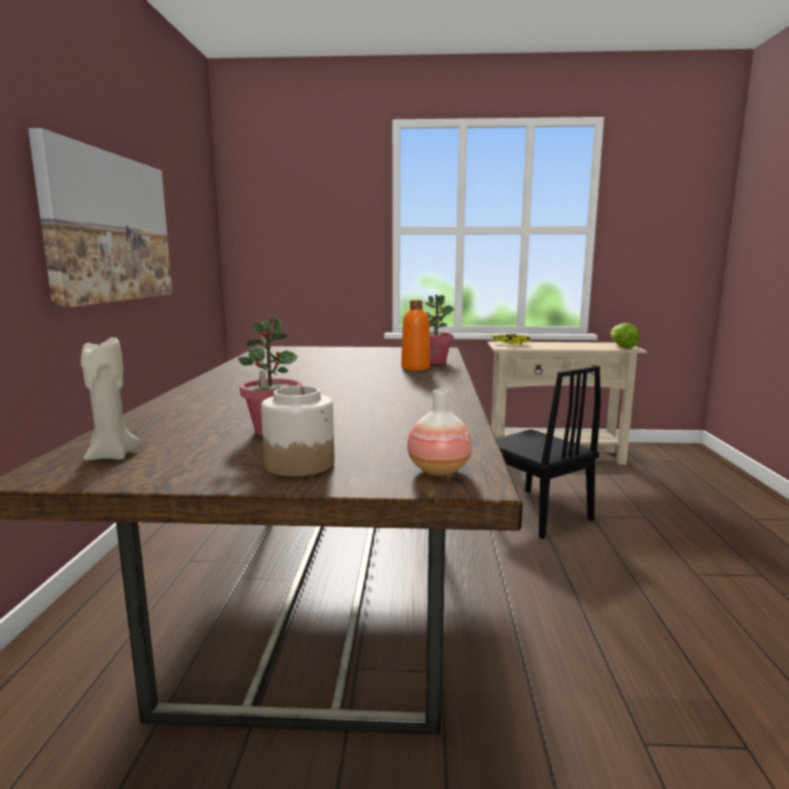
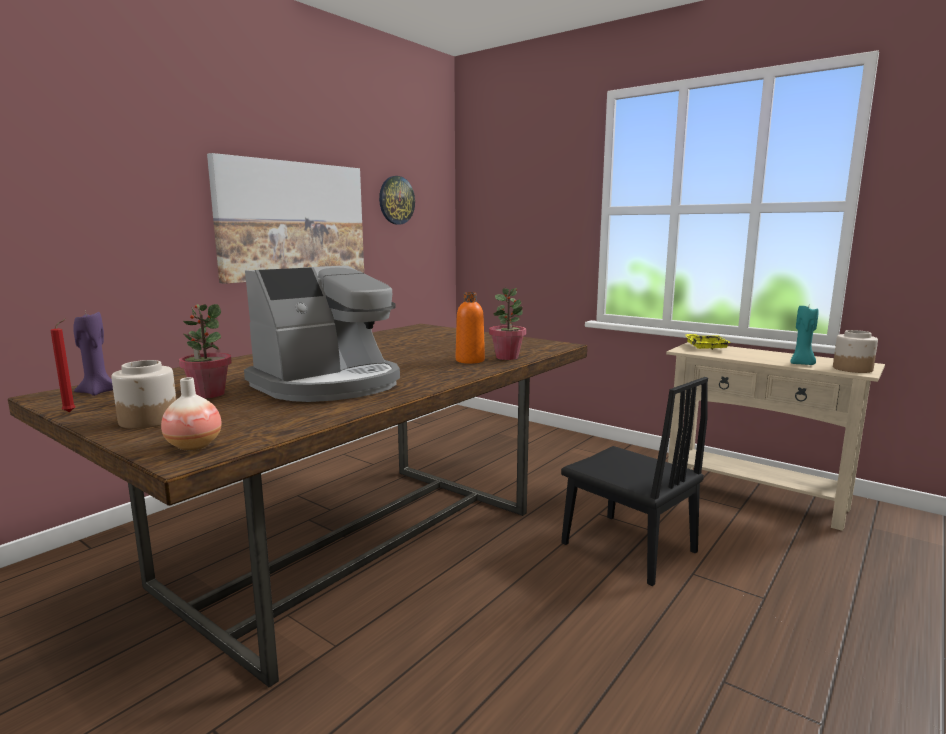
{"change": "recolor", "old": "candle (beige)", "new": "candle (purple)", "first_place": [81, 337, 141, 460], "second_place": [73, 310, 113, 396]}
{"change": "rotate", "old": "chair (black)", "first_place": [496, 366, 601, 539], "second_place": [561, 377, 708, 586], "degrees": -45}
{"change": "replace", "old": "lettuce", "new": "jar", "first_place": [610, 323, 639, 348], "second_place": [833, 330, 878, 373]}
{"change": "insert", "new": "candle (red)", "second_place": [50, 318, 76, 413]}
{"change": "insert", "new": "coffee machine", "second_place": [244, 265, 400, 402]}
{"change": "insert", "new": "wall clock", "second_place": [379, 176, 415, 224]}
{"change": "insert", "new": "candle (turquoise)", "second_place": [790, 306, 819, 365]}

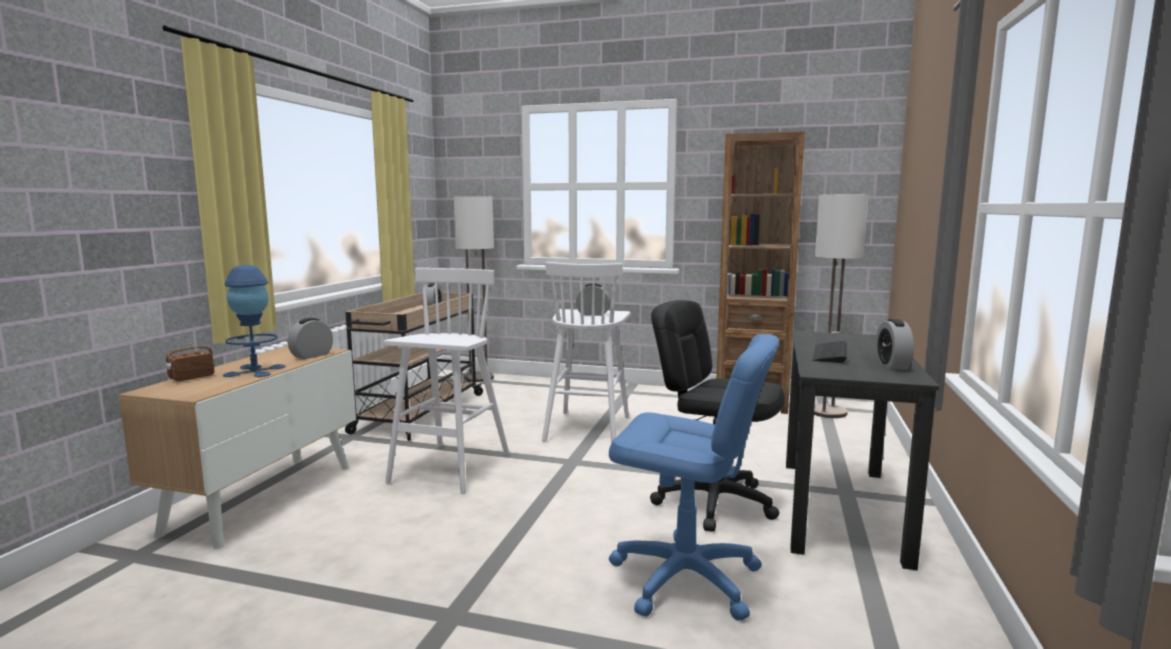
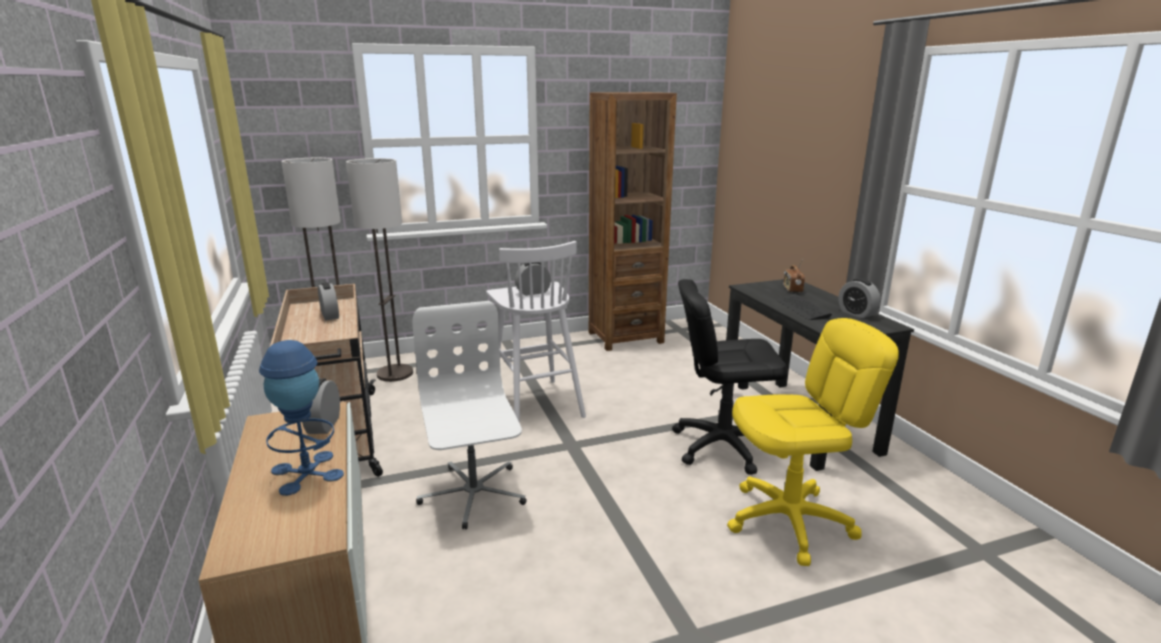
{"change": "move", "old": "radio", "first_place": [165, 337, 215, 382], "second_place": [783, 259, 805, 293]}
{"change": "replace", "old": "stool (white)", "new": "office chair (white)", "first_place": [384, 268, 509, 494], "second_place": [412, 301, 527, 529]}
{"change": "recolor", "old": "office chair (blue)", "new": "office chair (yellow)", "first_place": [609, 334, 779, 620], "second_place": [727, 318, 899, 566]}
{"change": "move", "old": "floor lamp", "first_place": [814, 194, 869, 418], "second_place": [346, 158, 413, 382]}

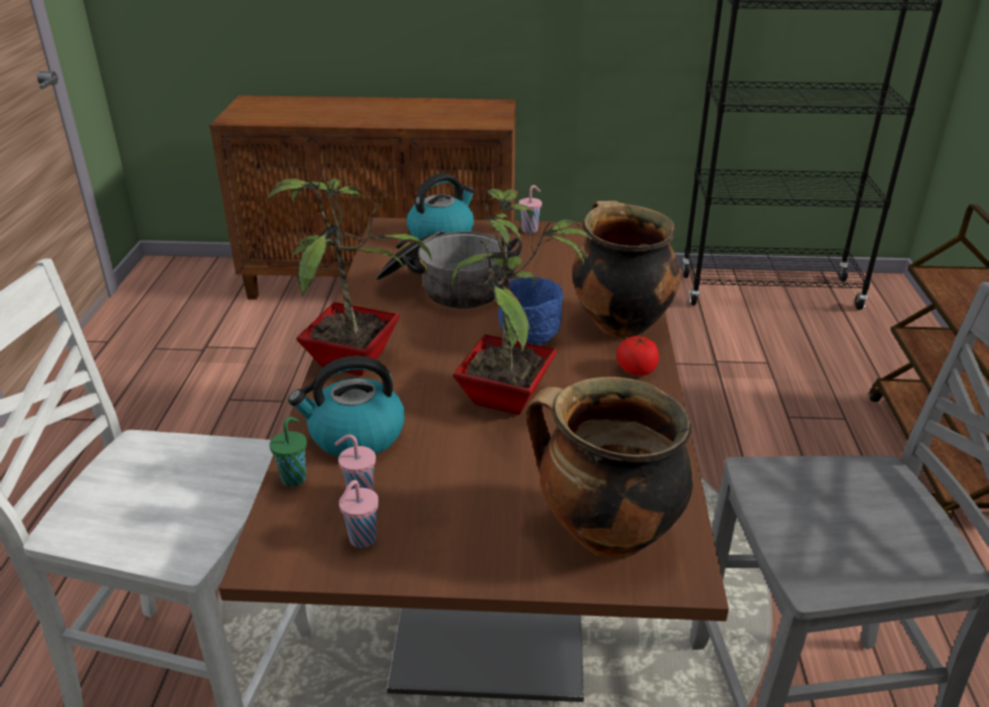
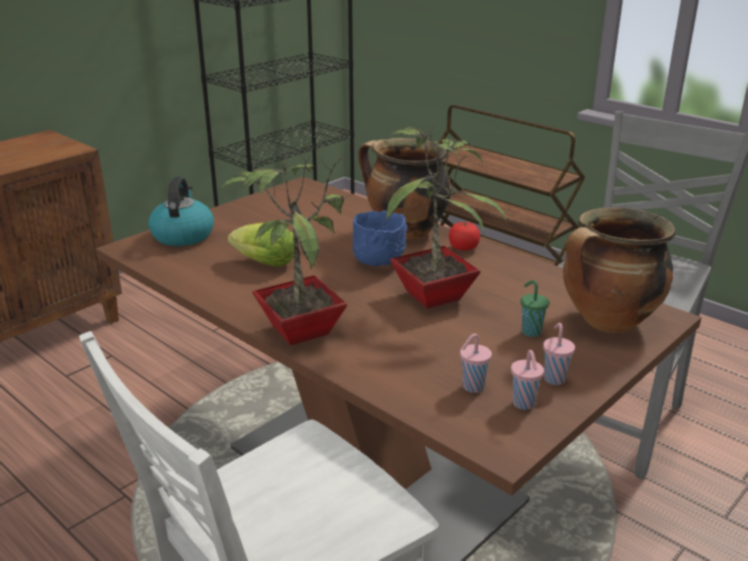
{"change": "move", "old": "cup (green)", "first_place": [269, 417, 307, 487], "second_place": [521, 280, 549, 337]}
{"change": "delete", "old": "kettle", "first_place": [288, 356, 405, 457]}
{"change": "replace", "old": "cooking pot", "new": "lettuce", "first_place": [375, 231, 522, 309], "second_place": [228, 223, 294, 267]}
{"change": "move", "old": "cup (pink)", "first_place": [519, 185, 542, 233], "second_place": [543, 323, 575, 385]}

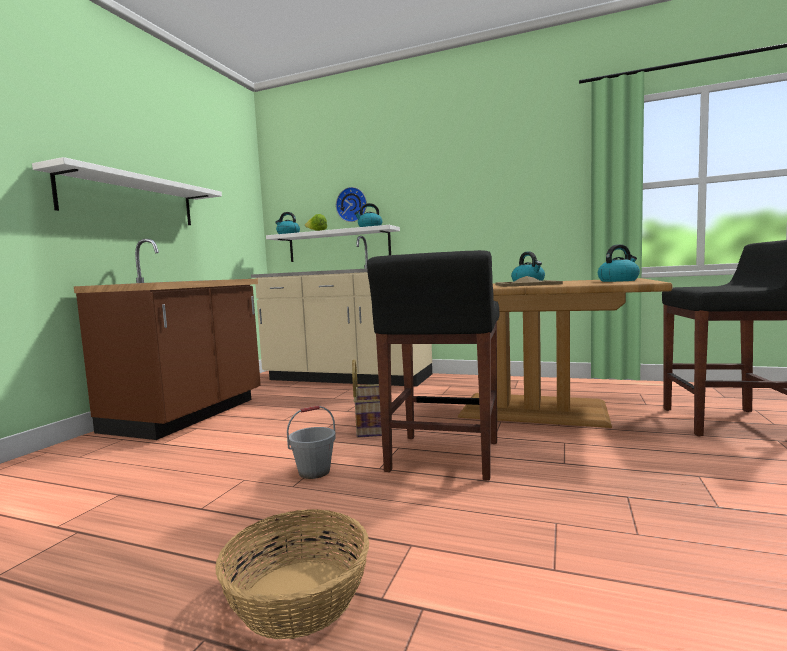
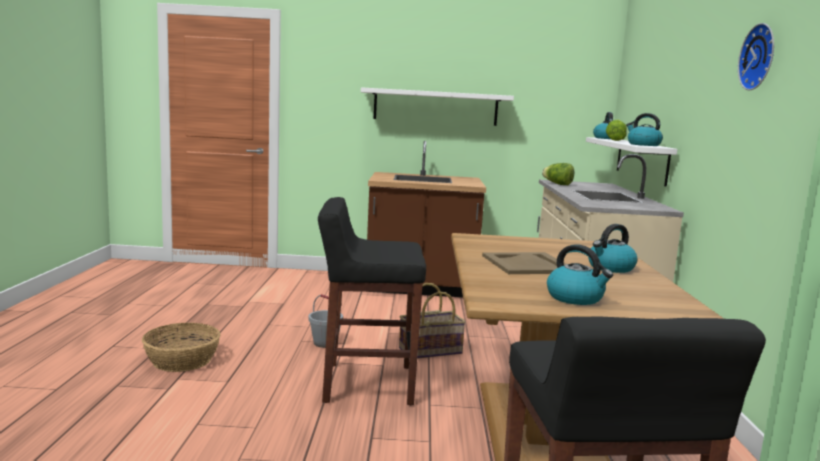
{"change": "move", "old": "wall clock", "first_place": [336, 187, 367, 222], "second_place": [738, 23, 774, 90]}
{"change": "insert", "new": "lettuce", "second_place": [542, 163, 574, 185]}

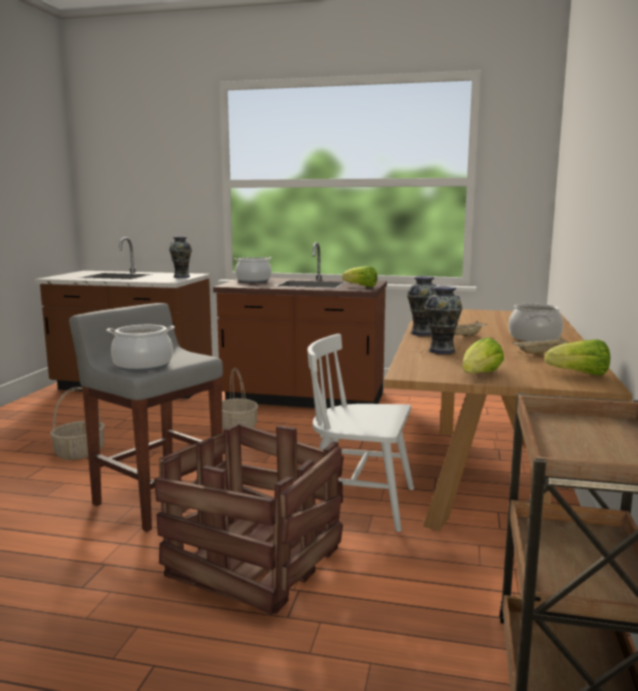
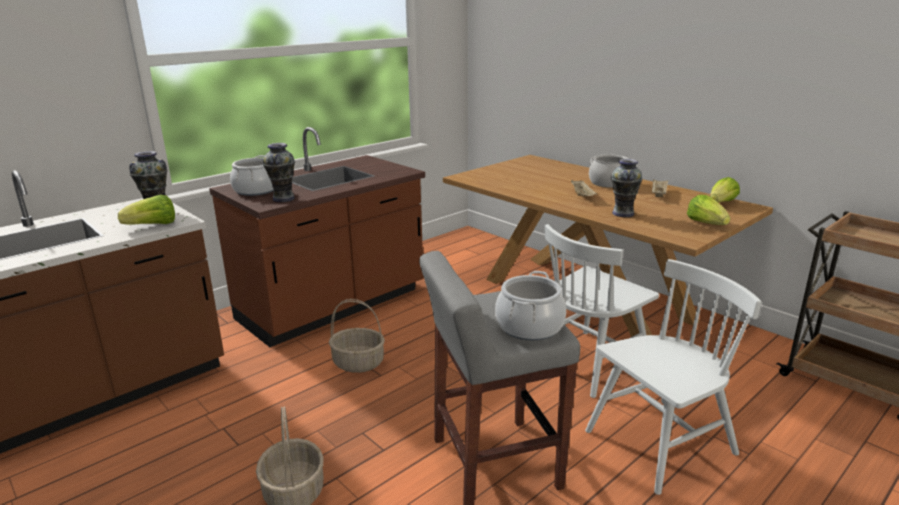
{"change": "replace", "old": "crate", "new": "chair (white)", "first_place": [154, 423, 344, 615], "second_place": [585, 259, 762, 495]}
{"change": "move", "old": "lettuce", "first_place": [342, 266, 377, 287], "second_place": [118, 195, 175, 224]}
{"change": "move", "old": "vase", "first_place": [407, 276, 436, 336], "second_place": [263, 143, 295, 202]}

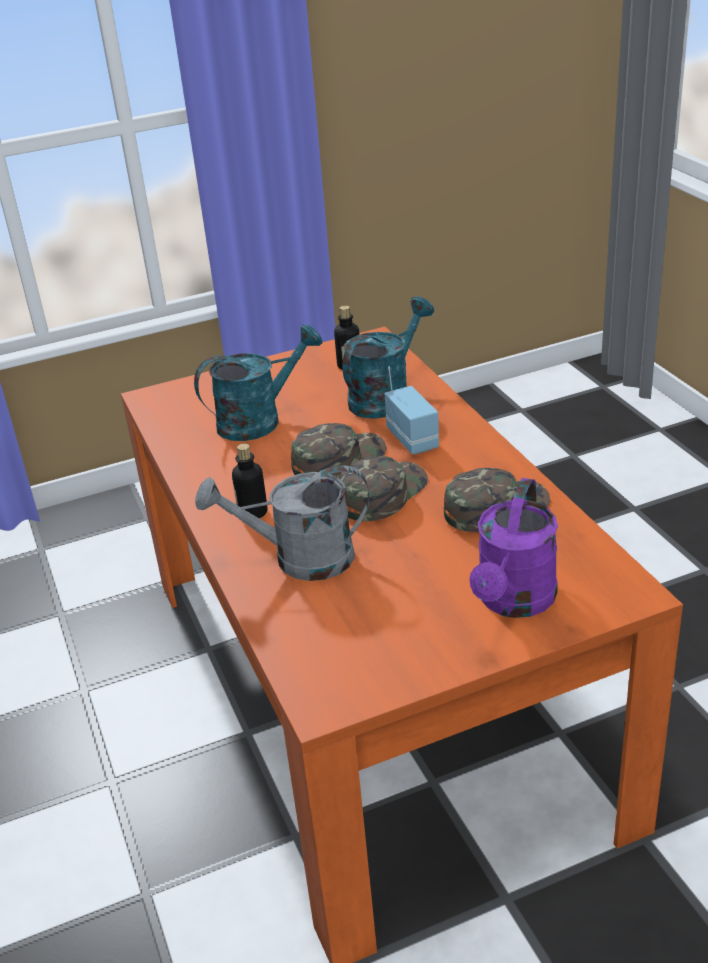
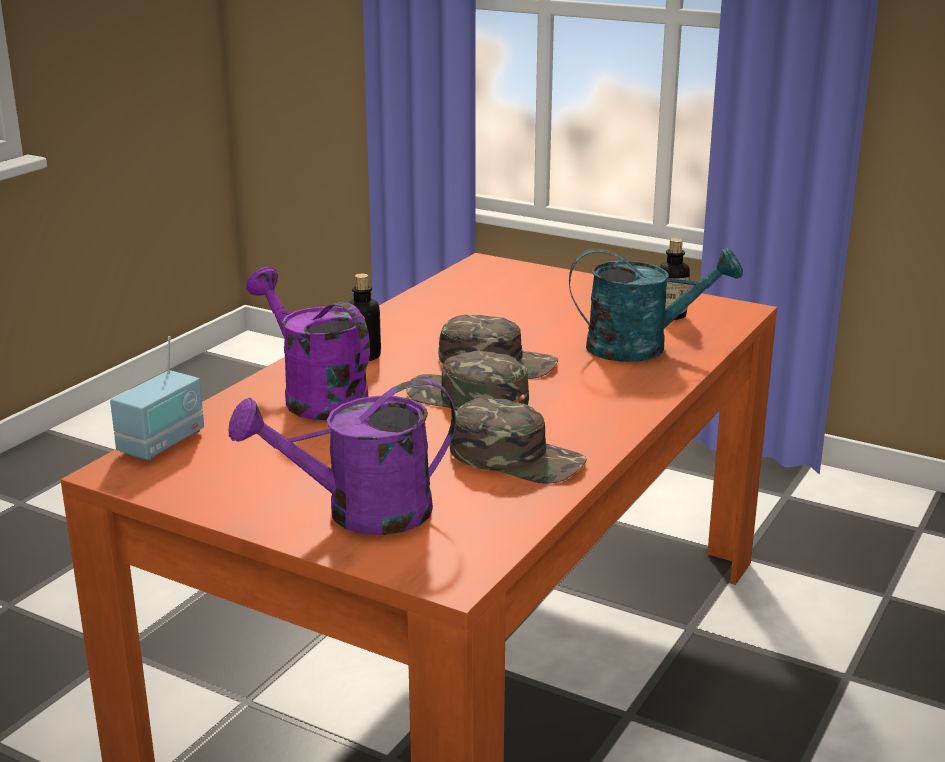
{"change": "delete", "old": "watering can (turquoise)", "first_place": [194, 324, 323, 441]}
{"change": "recolor", "old": "watering can (grey)", "new": "watering can (purple)", "first_place": [195, 465, 369, 581], "second_place": [246, 267, 370, 421]}
{"change": "rotate", "old": "cap (green)", "first_place": [340, 456, 428, 521], "second_place": [406, 351, 529, 410], "degrees": -150}
{"change": "move", "old": "radio", "first_place": [385, 367, 439, 454], "second_place": [110, 336, 204, 460]}

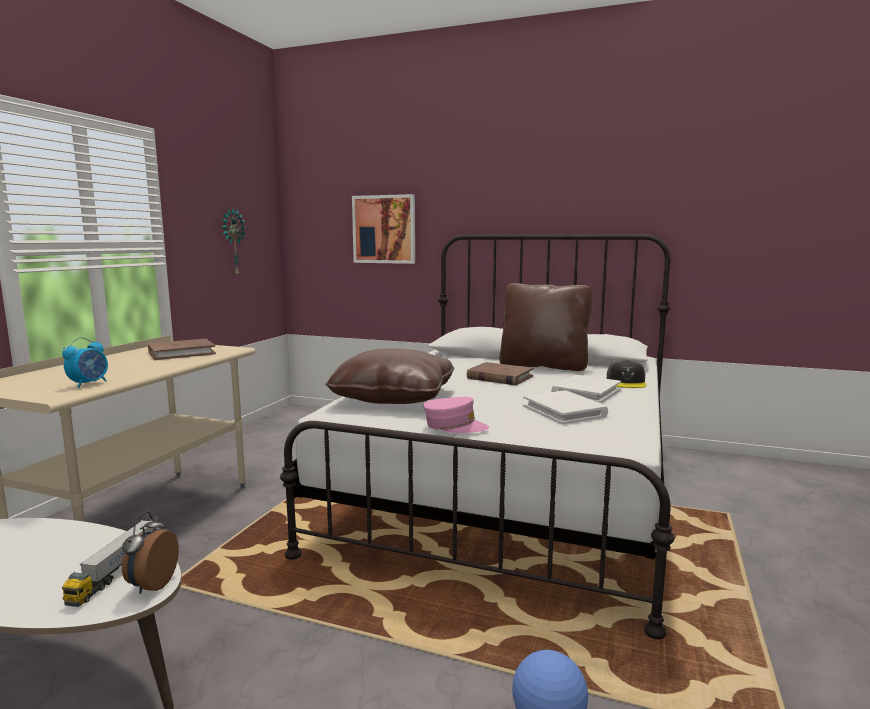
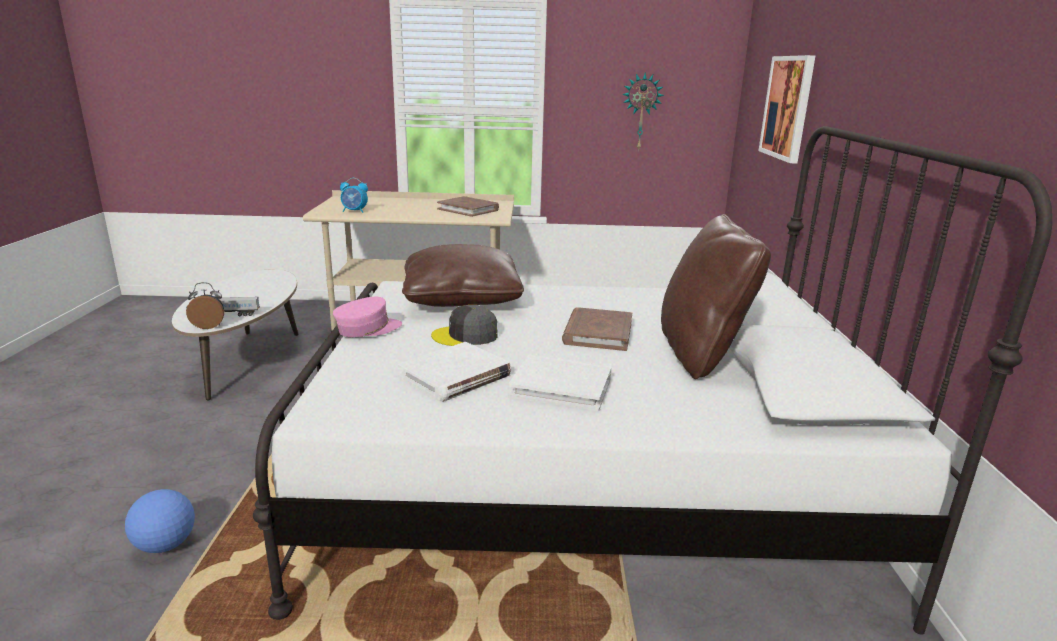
{"change": "rotate", "old": "cap (pink)", "first_place": [423, 397, 489, 433], "second_place": [333, 297, 402, 337], "degrees": -120}
{"change": "move", "old": "cap (grey)", "first_place": [607, 360, 646, 388], "second_place": [431, 305, 498, 346]}

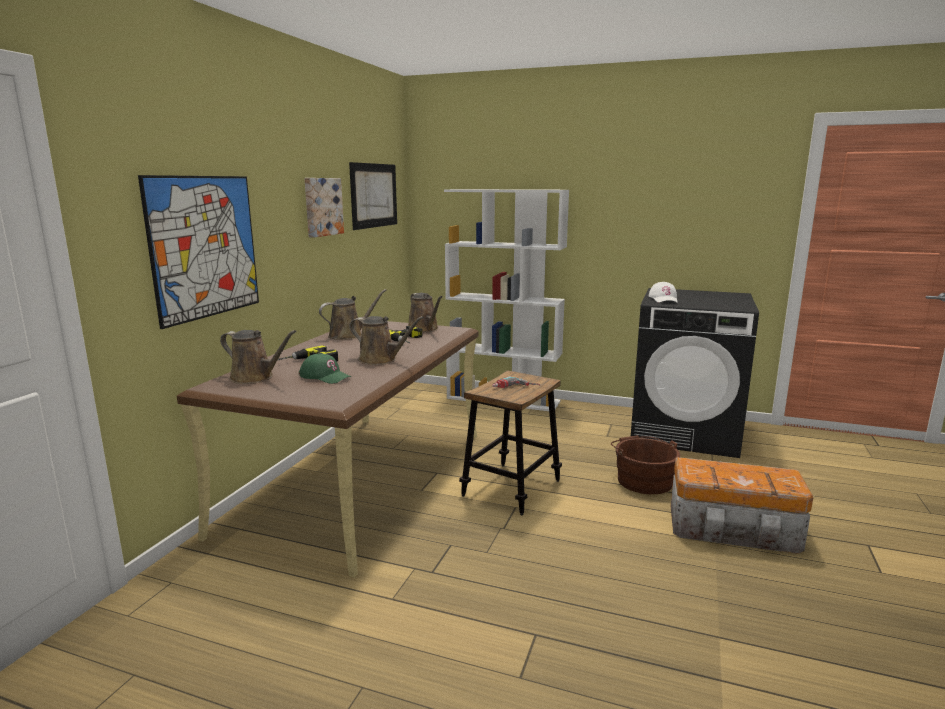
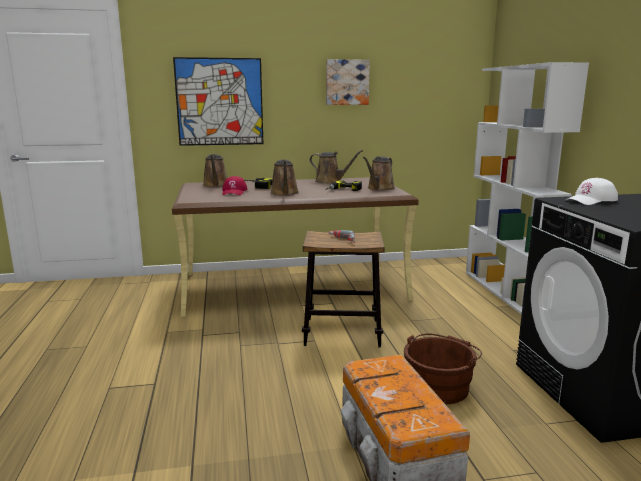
{"change": "recolor", "old": "cap (green)", "new": "cap (red)", "first_place": [299, 353, 351, 384], "second_place": [222, 176, 248, 195]}
{"change": "delete", "old": "picture", "first_place": [349, 162, 397, 230]}

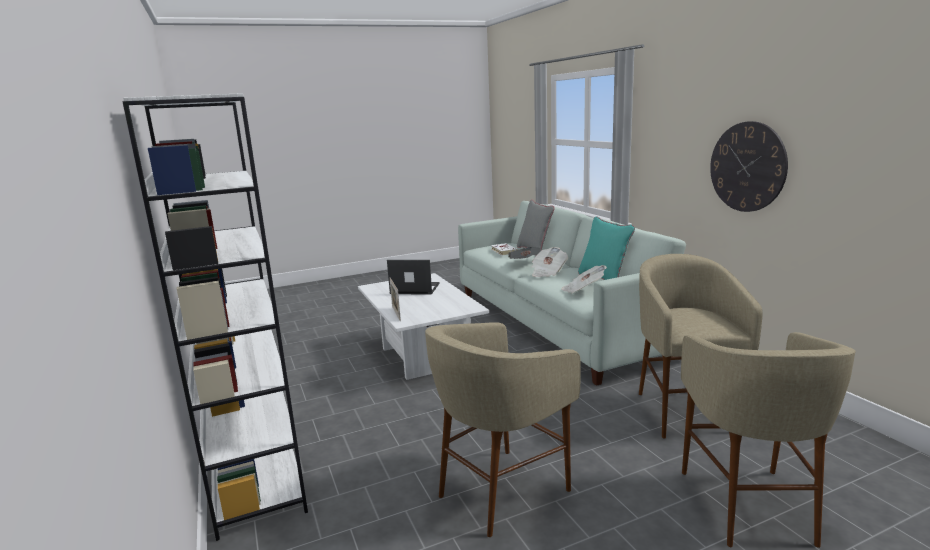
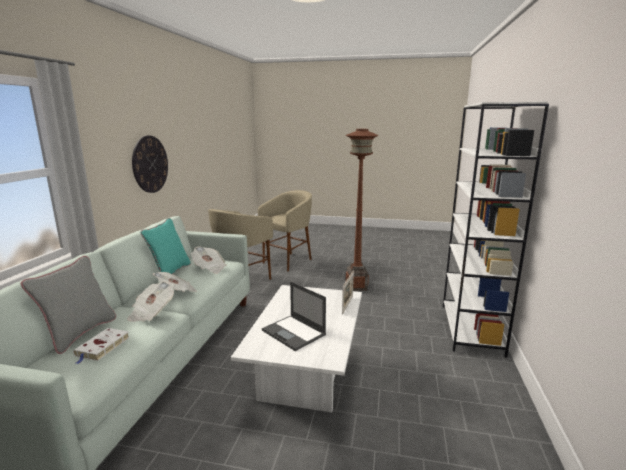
{"change": "replace", "old": "stool (beige)", "new": "floor lamp (brown)", "first_place": [425, 322, 581, 537], "second_place": [345, 129, 379, 291]}

